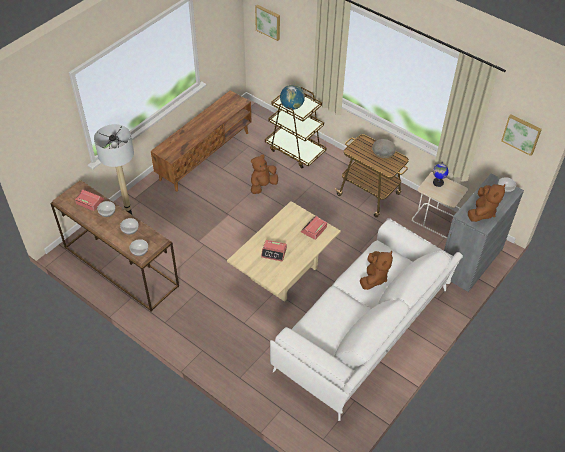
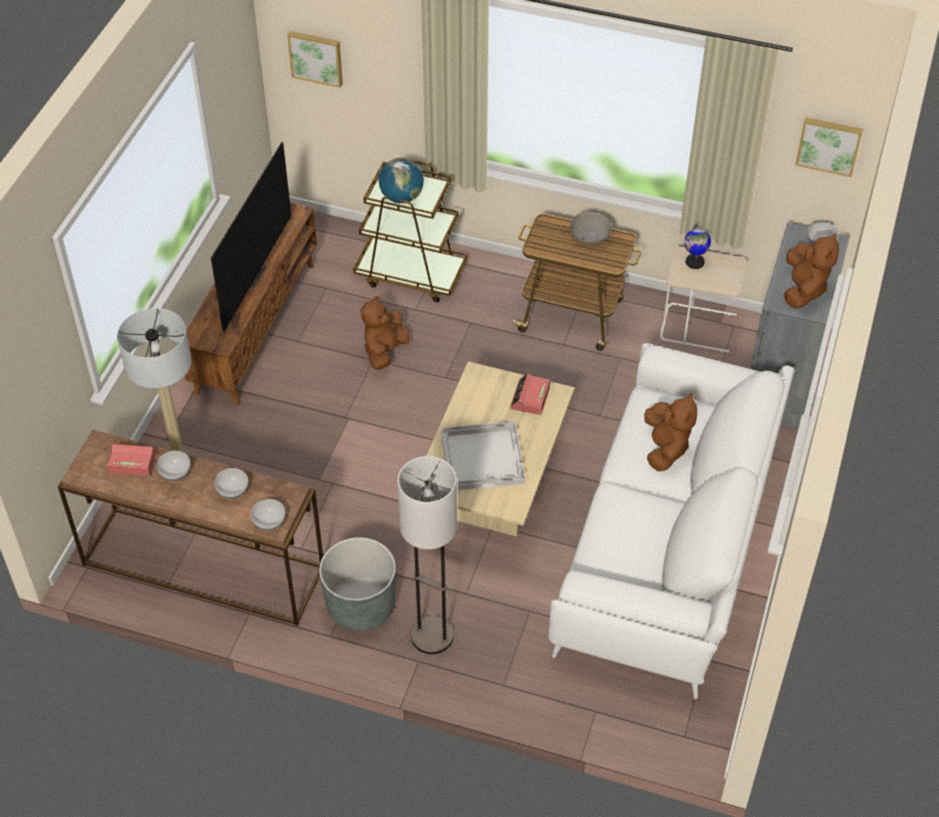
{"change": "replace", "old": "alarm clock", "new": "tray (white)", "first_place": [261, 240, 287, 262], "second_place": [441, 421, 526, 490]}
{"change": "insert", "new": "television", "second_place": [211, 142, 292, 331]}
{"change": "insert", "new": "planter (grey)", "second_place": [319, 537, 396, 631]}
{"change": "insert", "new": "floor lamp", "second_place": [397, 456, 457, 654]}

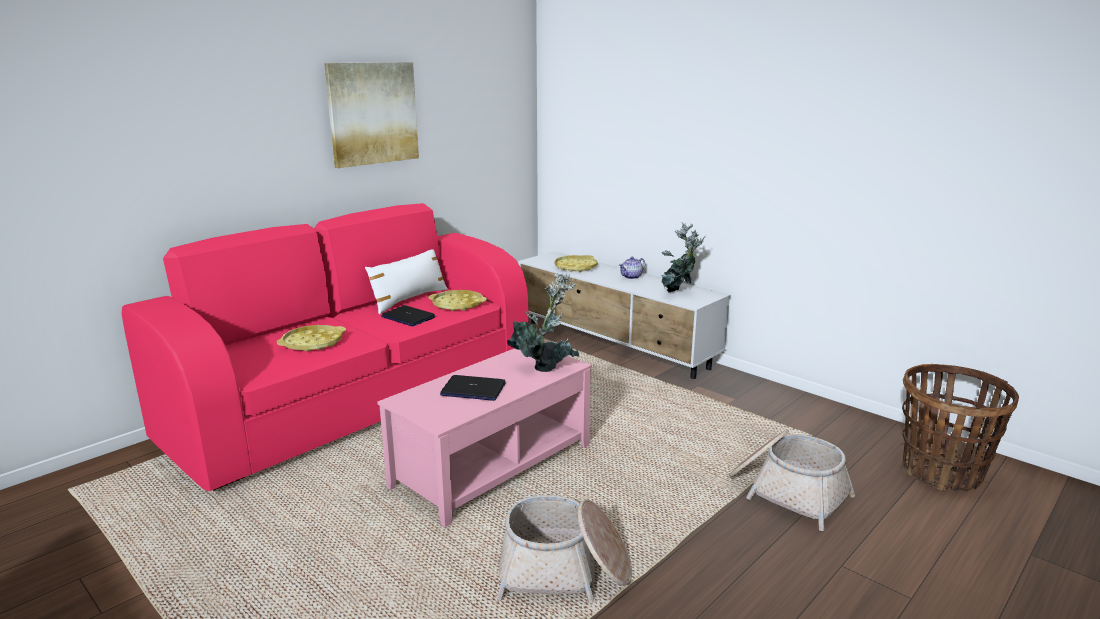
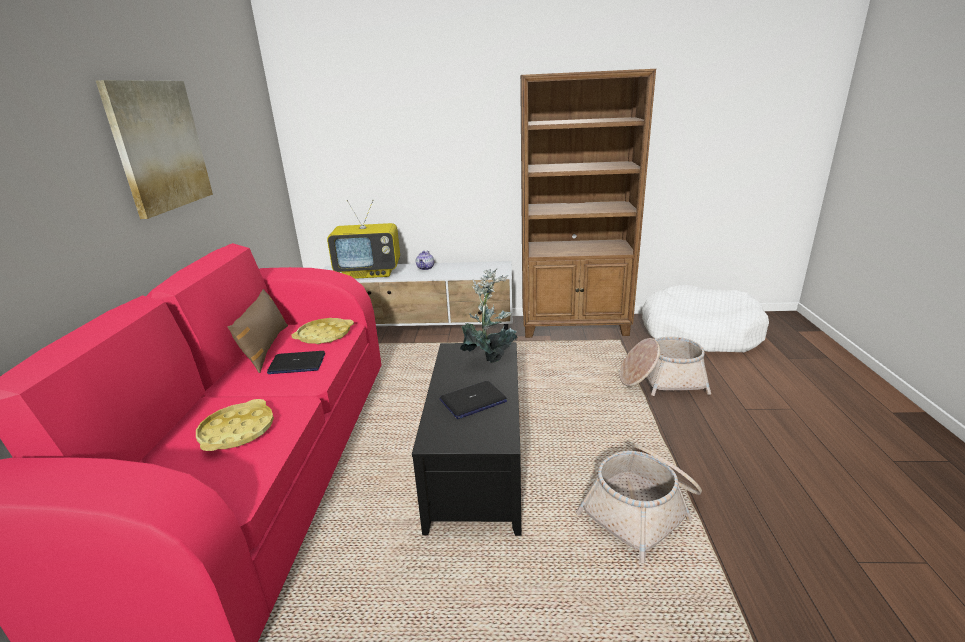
{"change": "recolor", "old": "pillow (white)", "new": "pillow (brown)", "first_place": [365, 249, 448, 314], "second_place": [228, 289, 288, 373]}
{"change": "recolor", "old": "coffee table (pink)", "new": "coffee table (black)", "first_place": [377, 348, 592, 527], "second_place": [412, 342, 521, 536]}
{"change": "replace", "old": "tray (yellow)", "new": "television", "first_place": [555, 255, 598, 272], "second_place": [327, 200, 400, 279]}
{"change": "delete", "old": "potted plant", "first_place": [661, 222, 706, 293]}
{"change": "replace", "old": "basket", "new": "dog bed (white)", "first_place": [902, 364, 1019, 491], "second_place": [642, 285, 769, 352]}
{"change": "insert", "new": "bookcase (brown)", "second_place": [520, 69, 656, 338]}

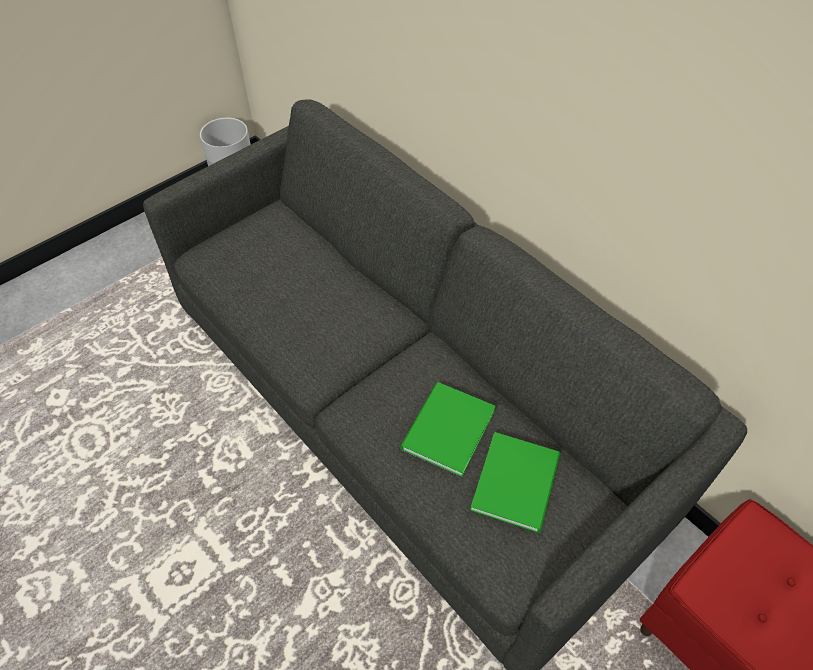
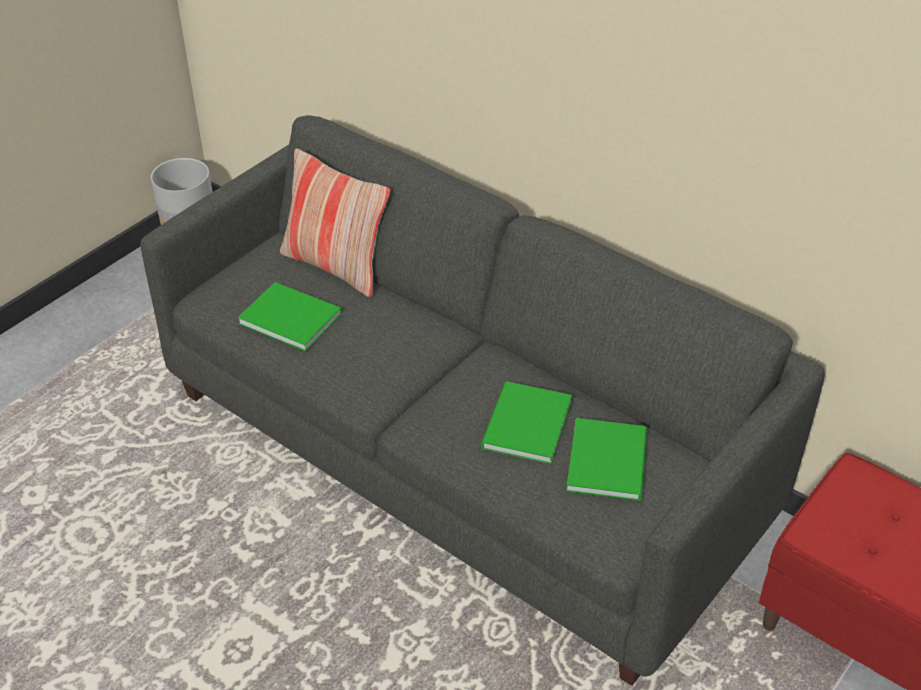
{"change": "insert", "new": "book (green)", "second_place": [237, 282, 342, 351]}
{"change": "insert", "new": "pillow", "second_place": [280, 148, 390, 297]}

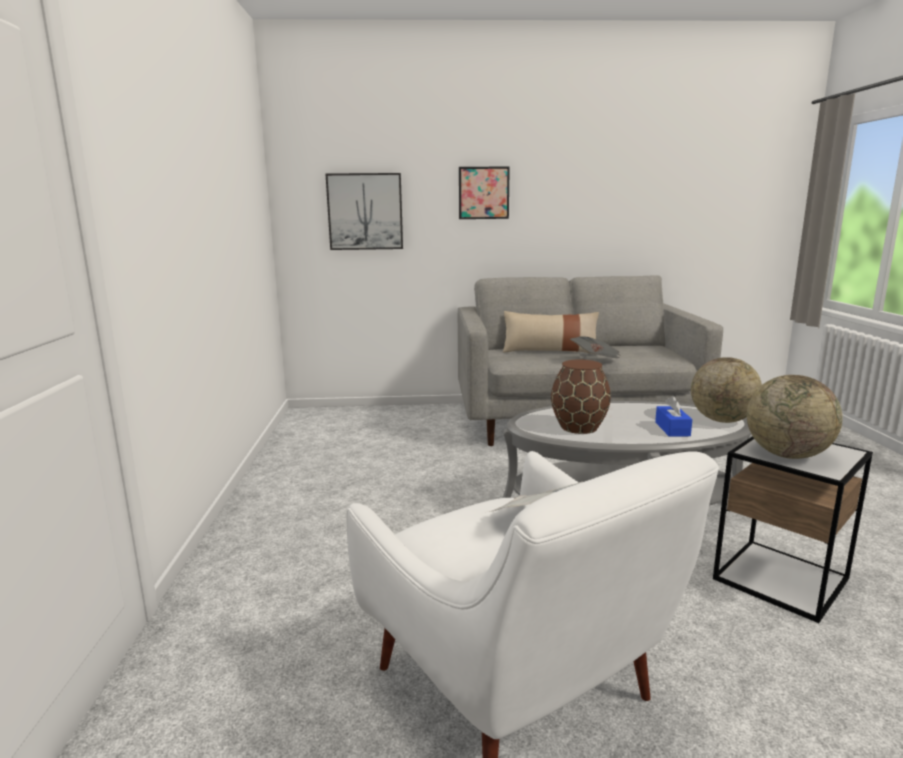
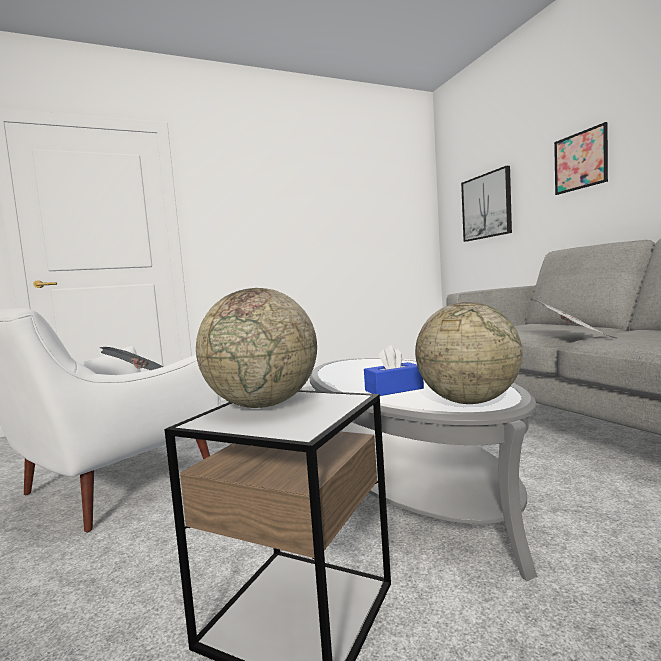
{"change": "delete", "old": "pillow (beige)", "first_place": [503, 311, 599, 355]}
{"change": "delete", "old": "vase (brown)", "first_place": [551, 360, 611, 434]}

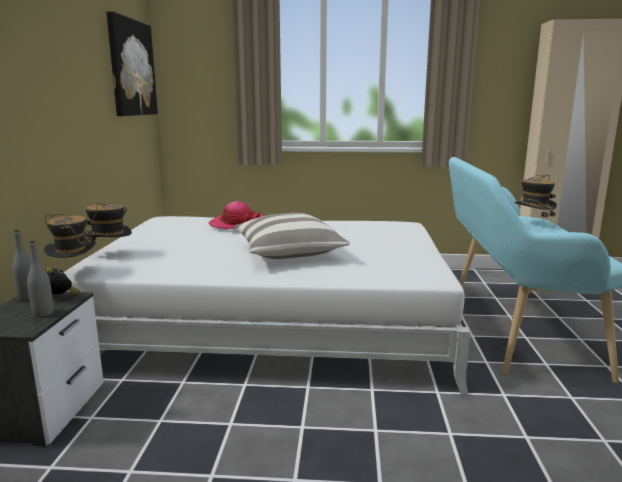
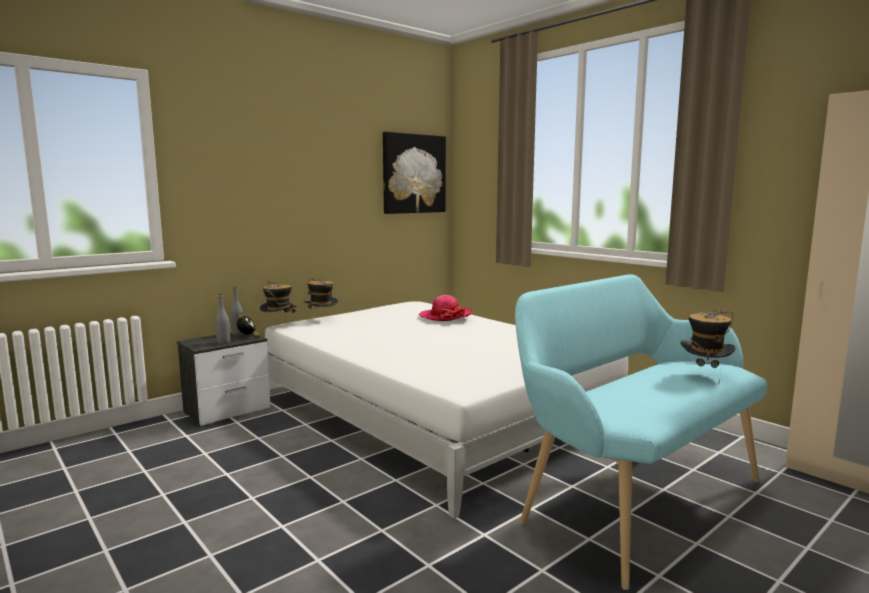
{"change": "delete", "old": "pillow", "first_place": [233, 213, 350, 259]}

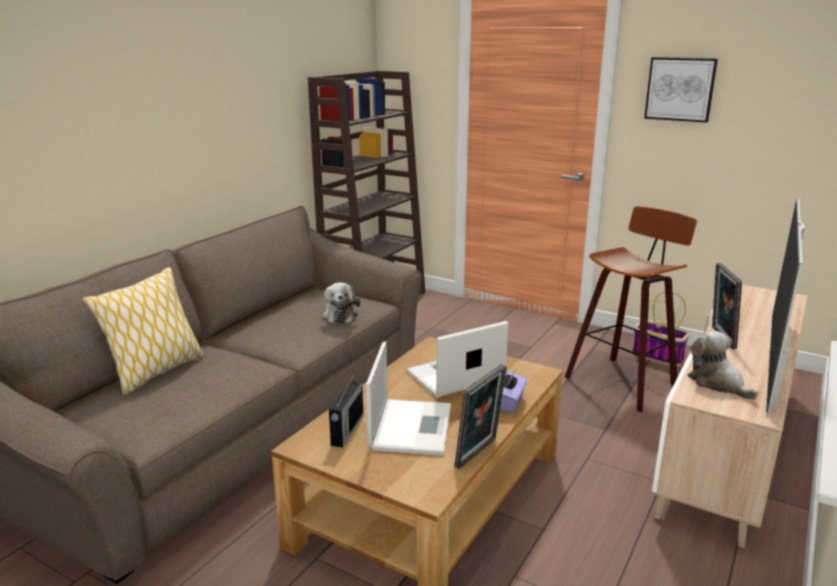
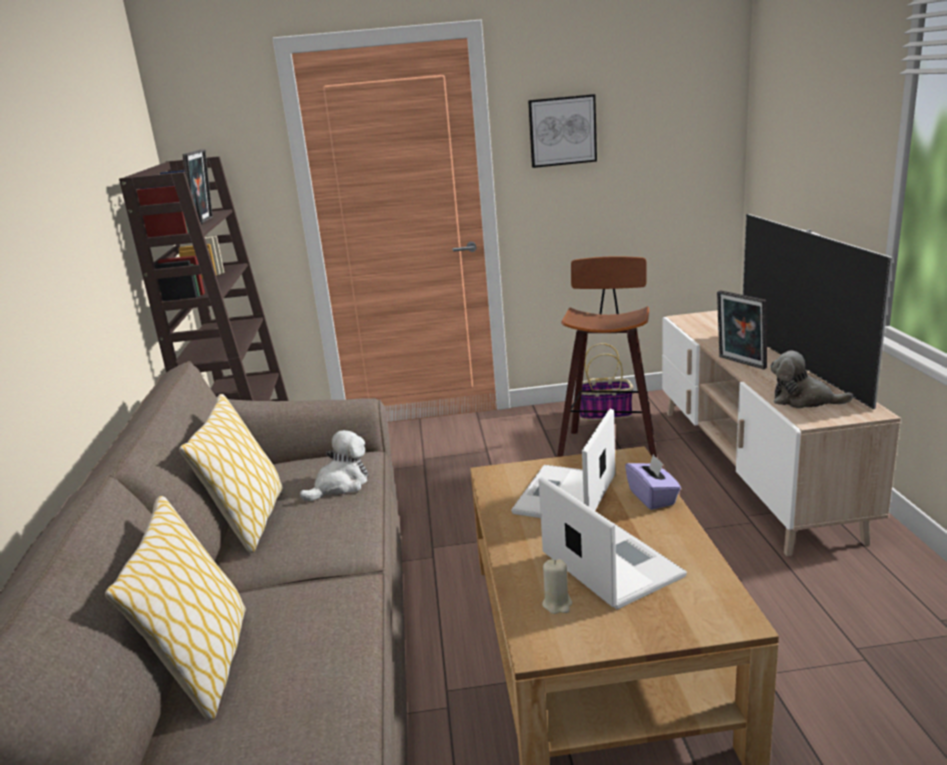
{"change": "rotate", "old": "plush toy", "first_place": [322, 282, 360, 324], "second_place": [300, 430, 368, 502], "degrees": -90}
{"change": "replace", "old": "radio", "new": "candle (beige)", "first_place": [329, 374, 363, 448], "second_place": [542, 559, 572, 614]}
{"change": "move", "old": "picture frame", "first_place": [454, 364, 507, 469], "second_place": [183, 149, 213, 223]}
{"change": "insert", "new": "pillow", "second_place": [179, 394, 283, 553]}

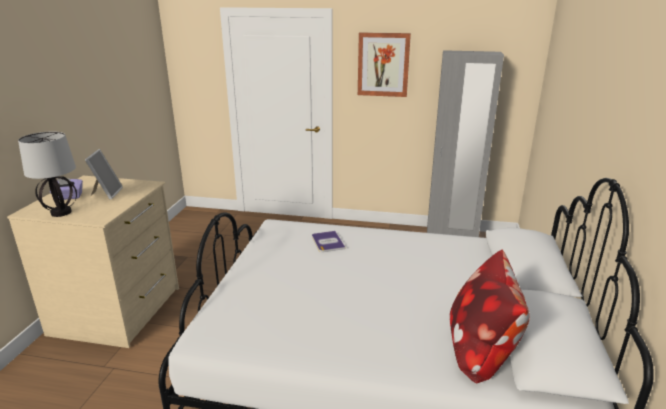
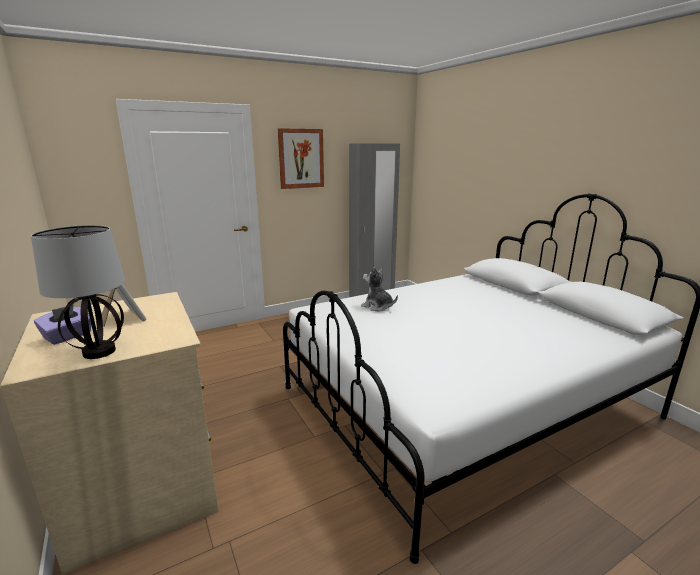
{"change": "replace", "old": "book", "new": "plush toy", "first_place": [312, 231, 345, 252], "second_place": [361, 267, 398, 311]}
{"change": "delete", "old": "pillow", "first_place": [449, 250, 530, 384]}

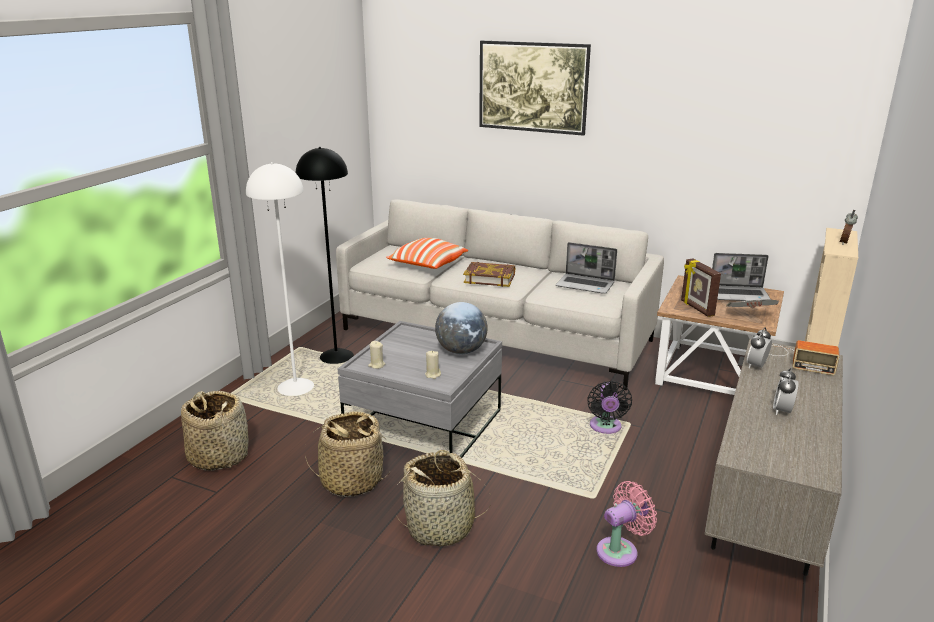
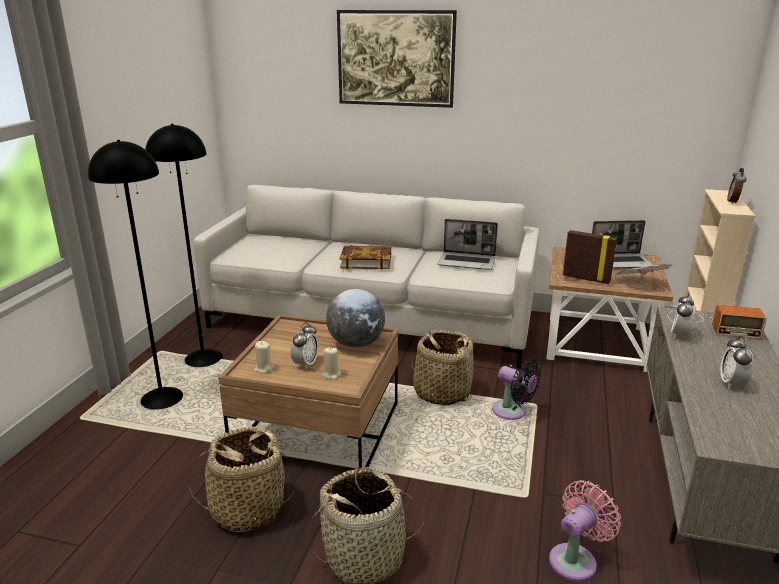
{"change": "move", "old": "basket", "first_place": [181, 391, 248, 471], "second_place": [412, 330, 473, 405]}
{"change": "recolor", "old": "floor lamp (white)", "new": "floor lamp (black)", "first_place": [246, 162, 314, 396], "second_place": [88, 140, 183, 410]}
{"change": "recolor", "old": "coffee table (grey)", "new": "coffee table (brown)", "first_place": [338, 321, 502, 464], "second_place": [218, 315, 398, 468]}
{"change": "delete", "old": "pillow", "first_place": [386, 238, 468, 269]}
{"change": "rotate", "old": "fan (black)", "first_place": [587, 381, 632, 434], "second_place": [492, 359, 541, 420], "degrees": -45}
{"change": "rotate", "old": "picture frame", "first_place": [681, 259, 721, 317], "second_place": [563, 230, 617, 284], "degrees": 150}
{"change": "insert", "new": "alarm clock", "second_place": [291, 322, 319, 370]}

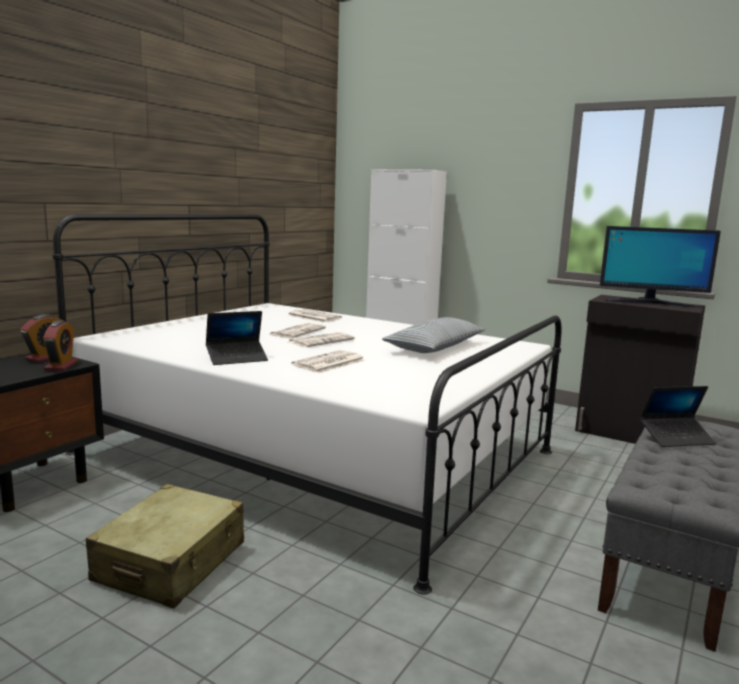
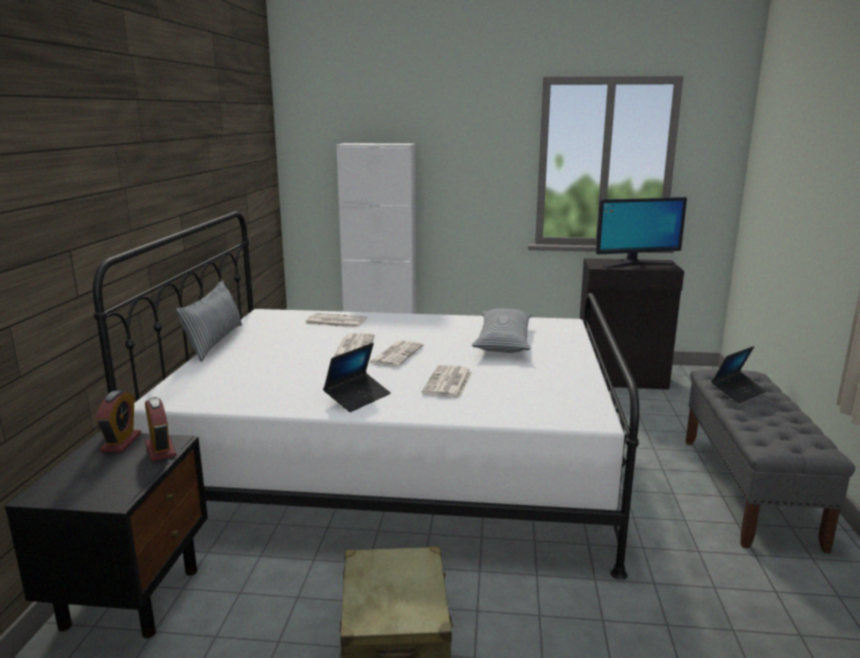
{"change": "insert", "new": "pillow", "second_place": [176, 279, 242, 362]}

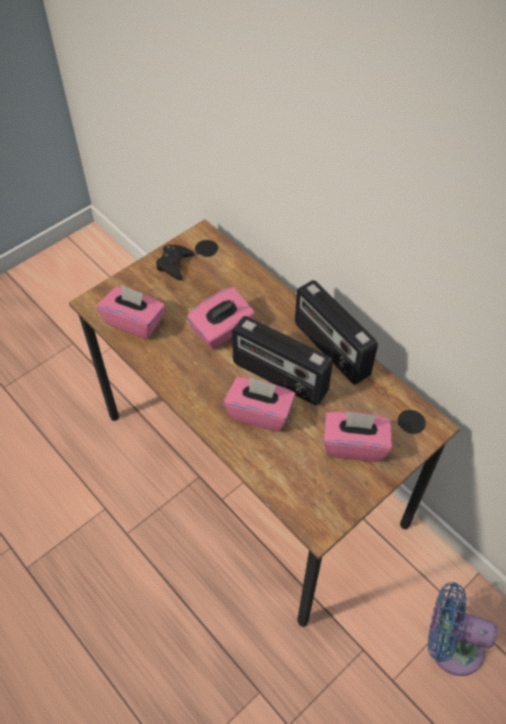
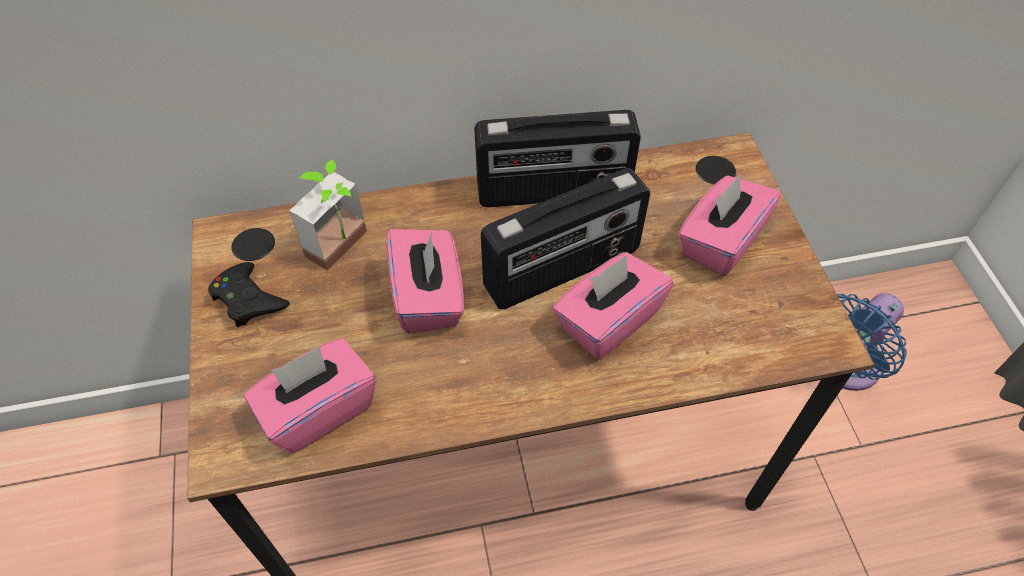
{"change": "insert", "new": "potted plant", "second_place": [289, 160, 367, 271]}

